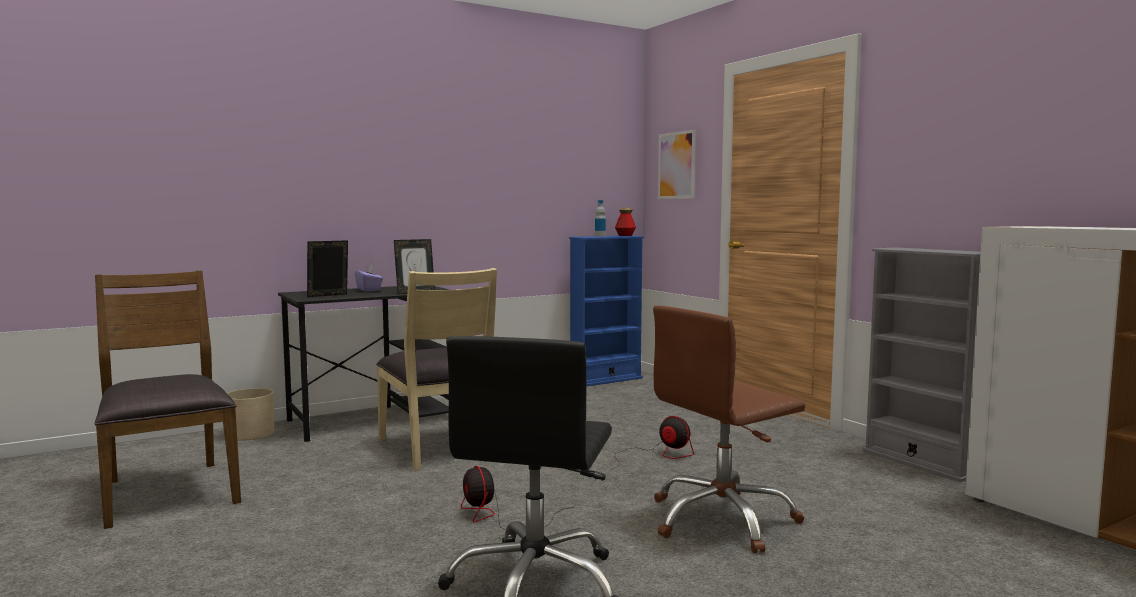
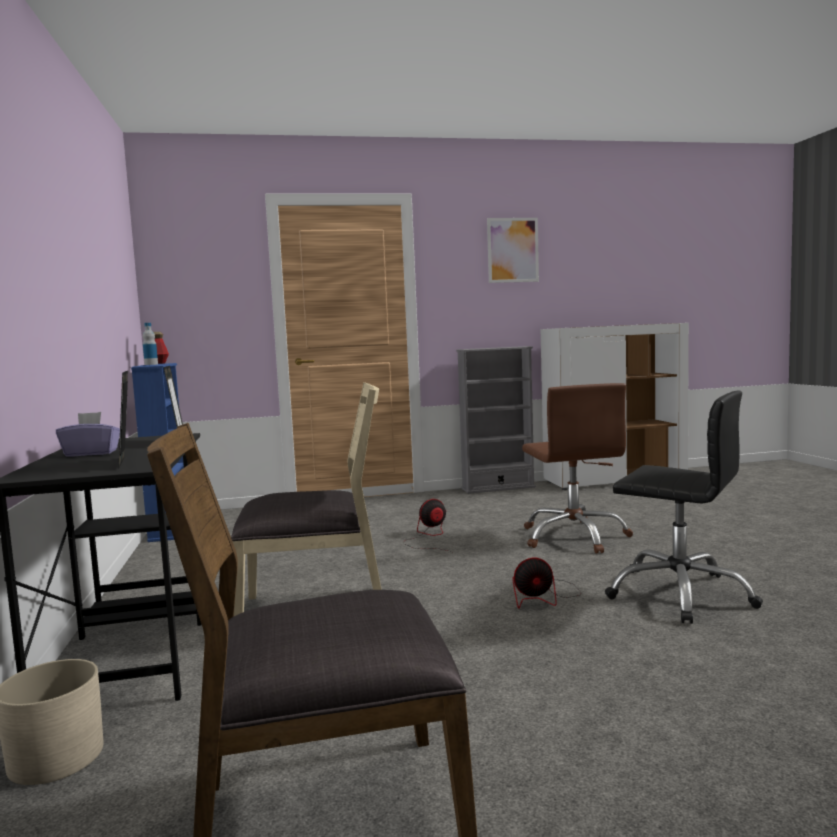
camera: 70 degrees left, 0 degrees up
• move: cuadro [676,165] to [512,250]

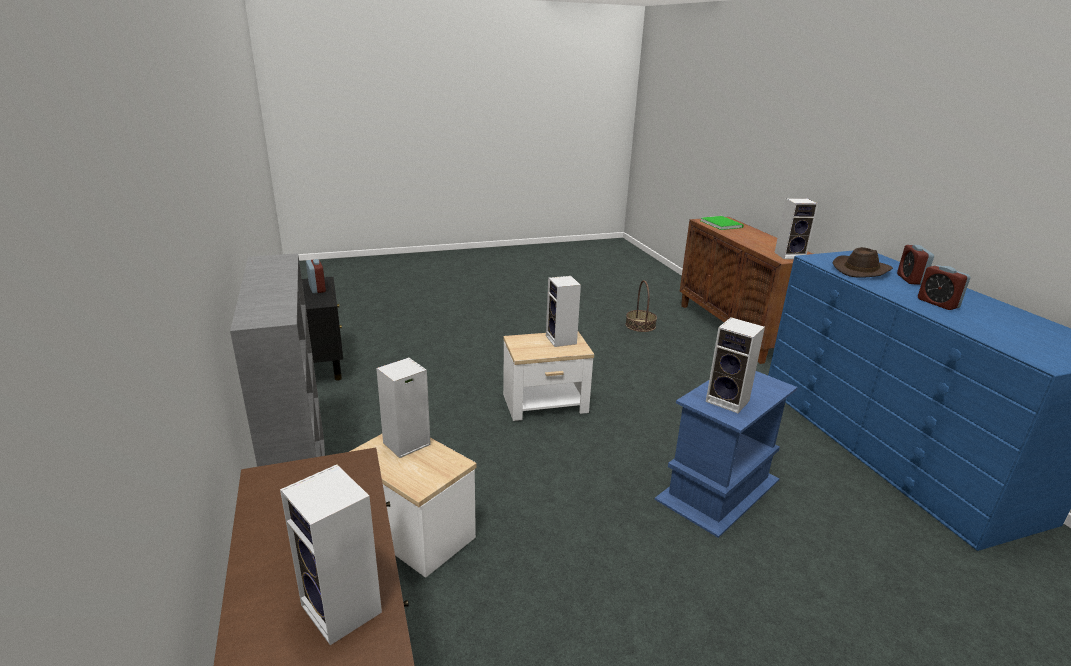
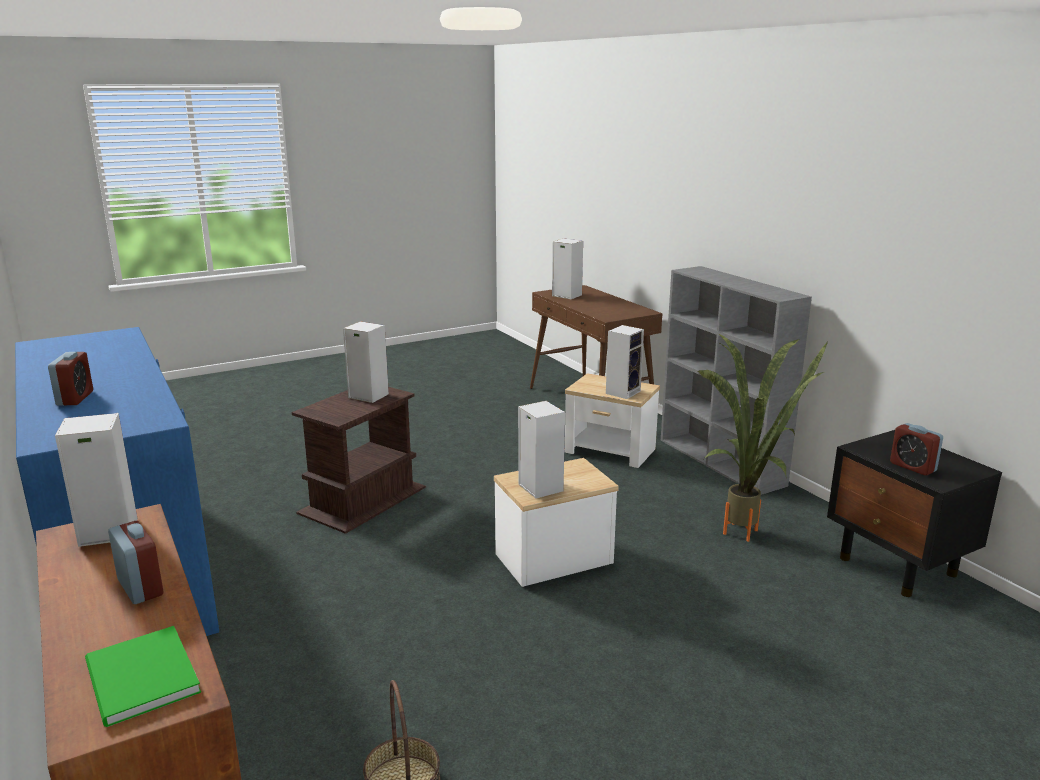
camera: 170 degrees right, 5 degrees down
• move: despertador [937,303] to [140,587]
• recolor: mesa auxiliar/azul [717,490] to mesa auxiliar/marrón [363,499]
• insert: planta en maceta [747,528]
• delete: sombrero/marrón [861,270]

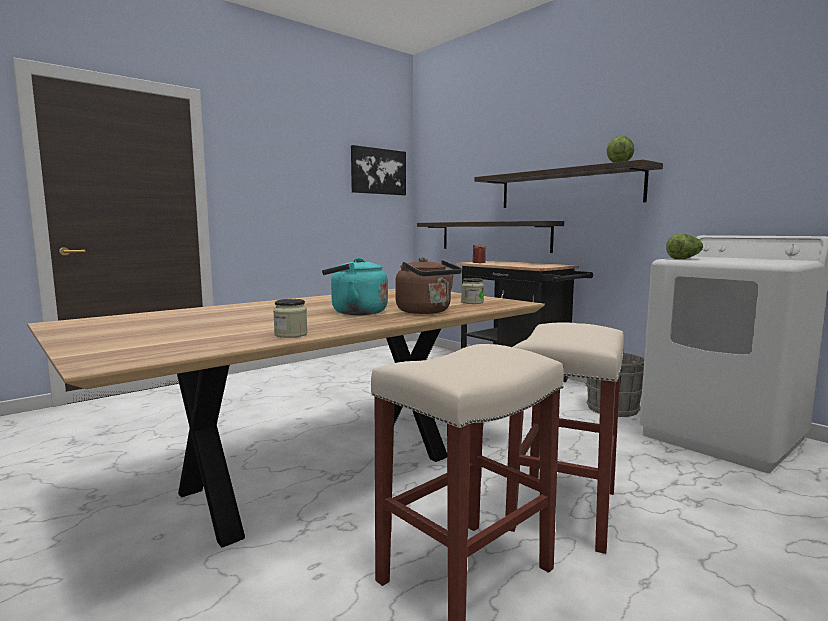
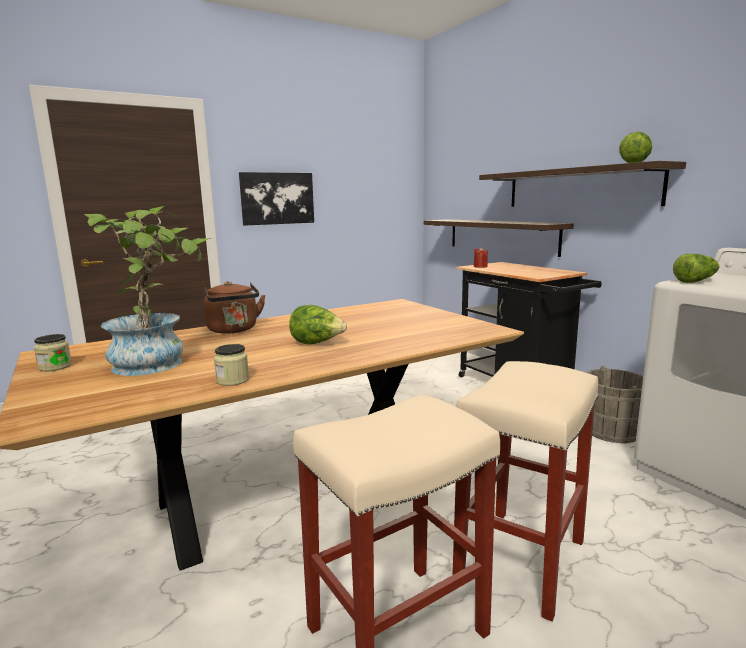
camera: 10 degrees right, 5 degrees up
• move: tarro [472,302] to [55,367]
• insert: planta en maceta [158,362]
• move: hervidor/marrón [426,312] to [234,330]
• move: cuadro [378,171] to [277,198]
• replace: hervidor/turquesa [355,312] to lechuga [317,343]

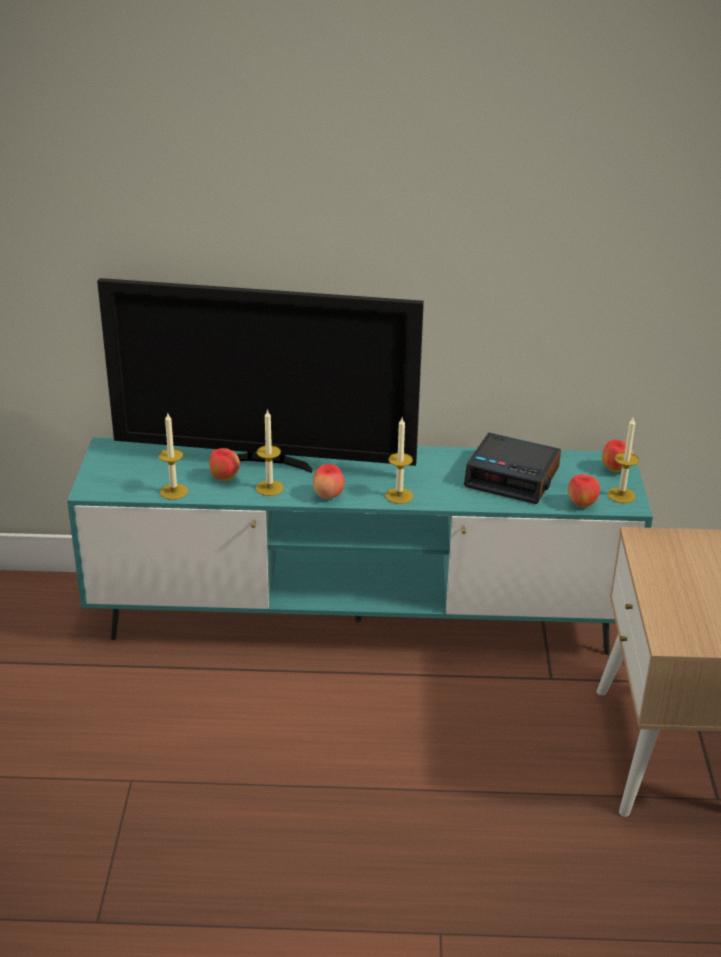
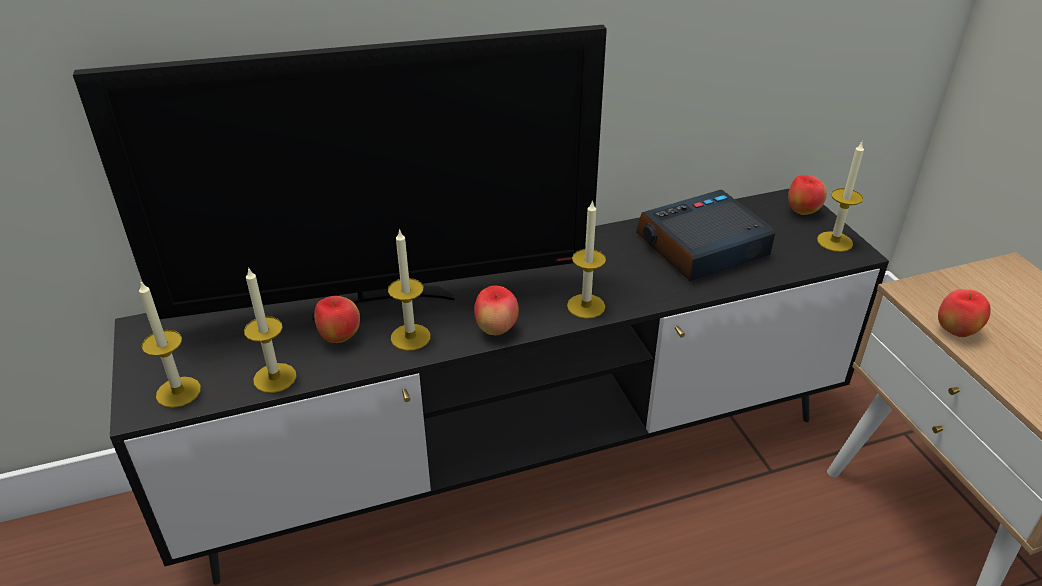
camera: 20 degrees left, 5 degrees up
• recolor: mueble de televisión/turquesa [358,621] to mueble de televisión/negro [519,459]
• insert: vela [178,392]
• rotate: despertador [513,477] = [701,247] 150 degrees clockwise
• move: manzana [582,504] to [956,331]

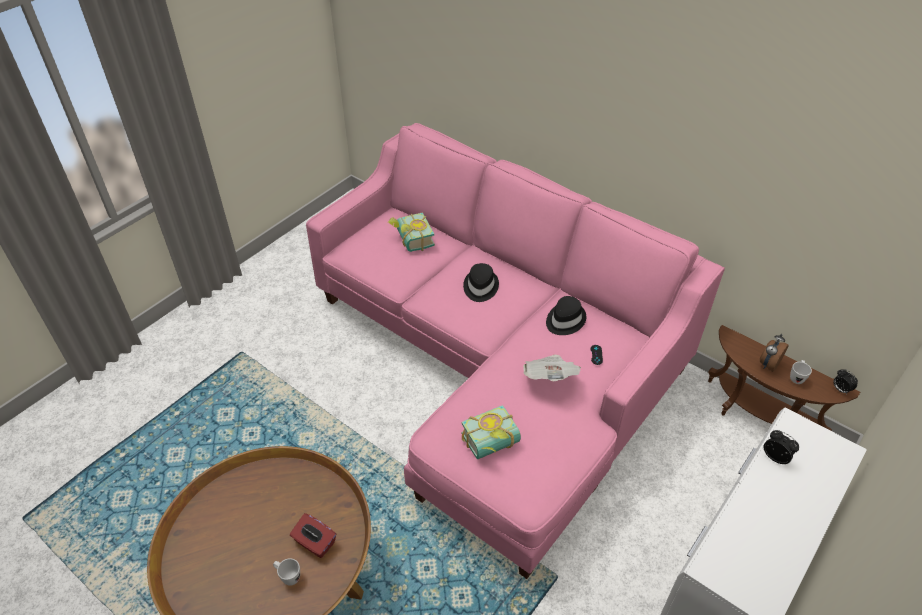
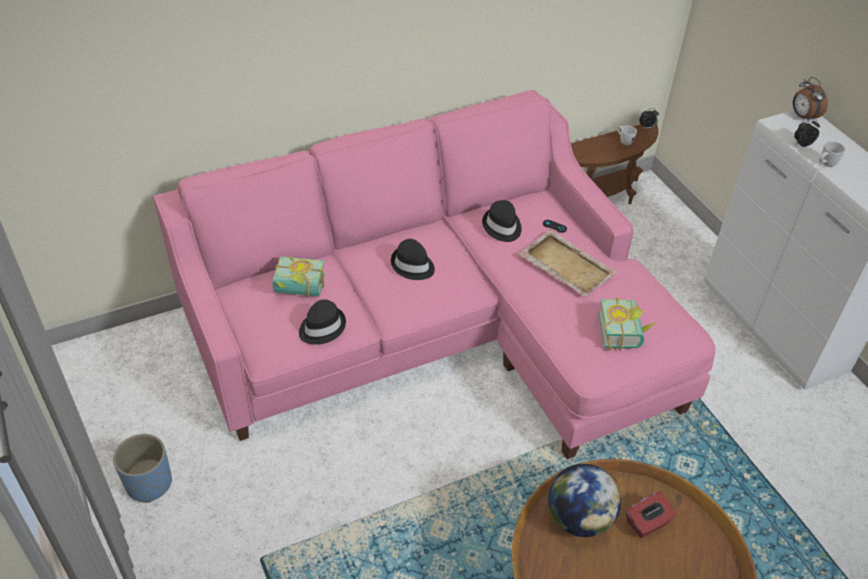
camera: 65 degrees left, 0 degrees up
• insert: maceta/azul [149,483]
• insert: sombrero/negro [321,327]
• replace: periódico [550,378] to bandeja/beis [566,265]
• insert: globo terráqueo [579,518]
• move: despertador [768,364] to [803,117]
• move: taza grande/blanco [288,577] to [825,165]

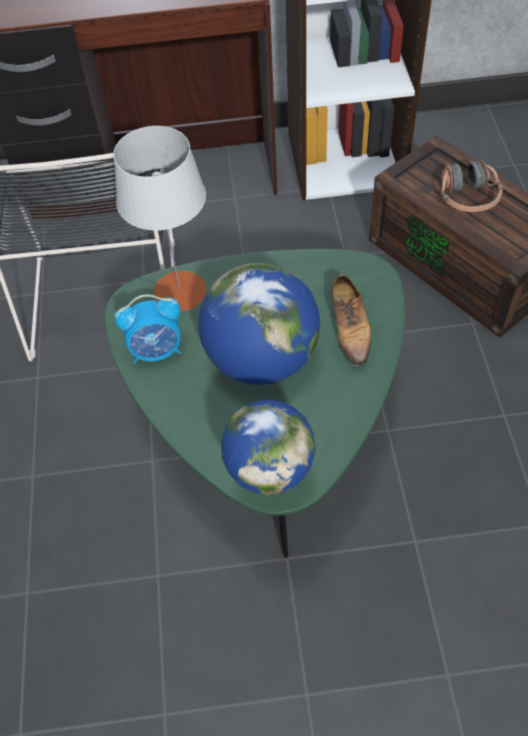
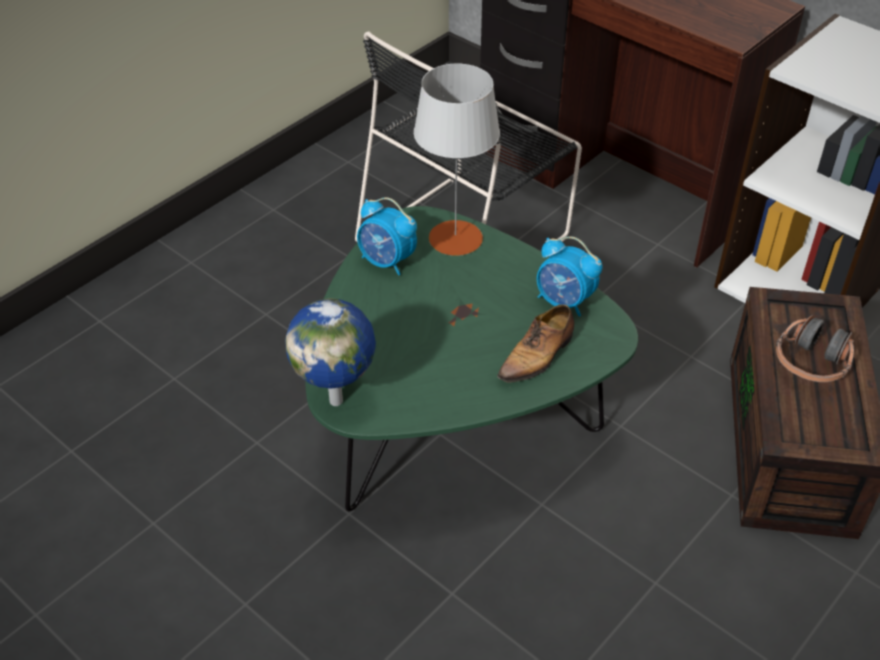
camera: 45 degrees right, 10 degrees down
• insert: despertador [564,302]
• delete: globo terráqueo [262,359]

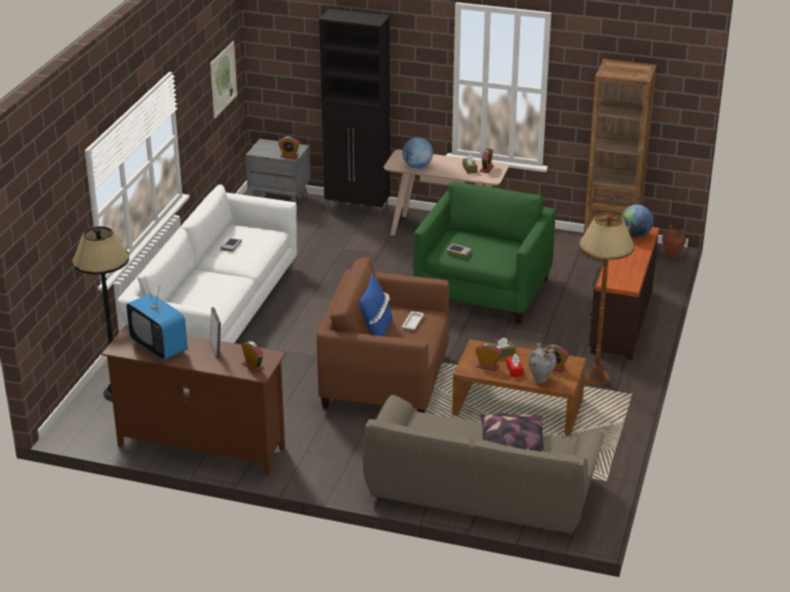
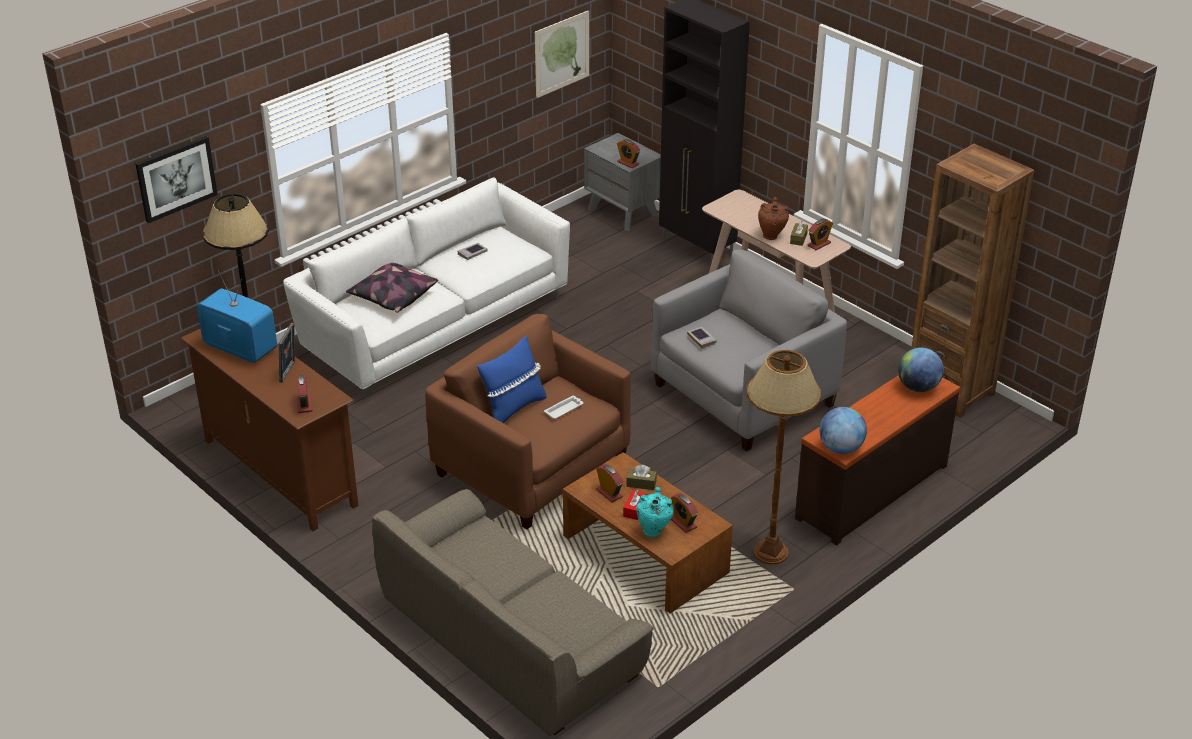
camera: 30 degrees right, 5 degrees up
• insert: cuadro [176,178]
• rotate: televisor [159,346] = [240,348] 135 degrees clockwise
• move: cojín [510,445] to [392,297]
• recolor: florero/gris [540,378] to florero/turquesa [654,531]
• recolor: sillón/verde [483,291] to sillón/gris [743,395]
• move: florero/marrón [672,255] to [771,236]
• move: globo terráqueo [417,166] to [841,448]

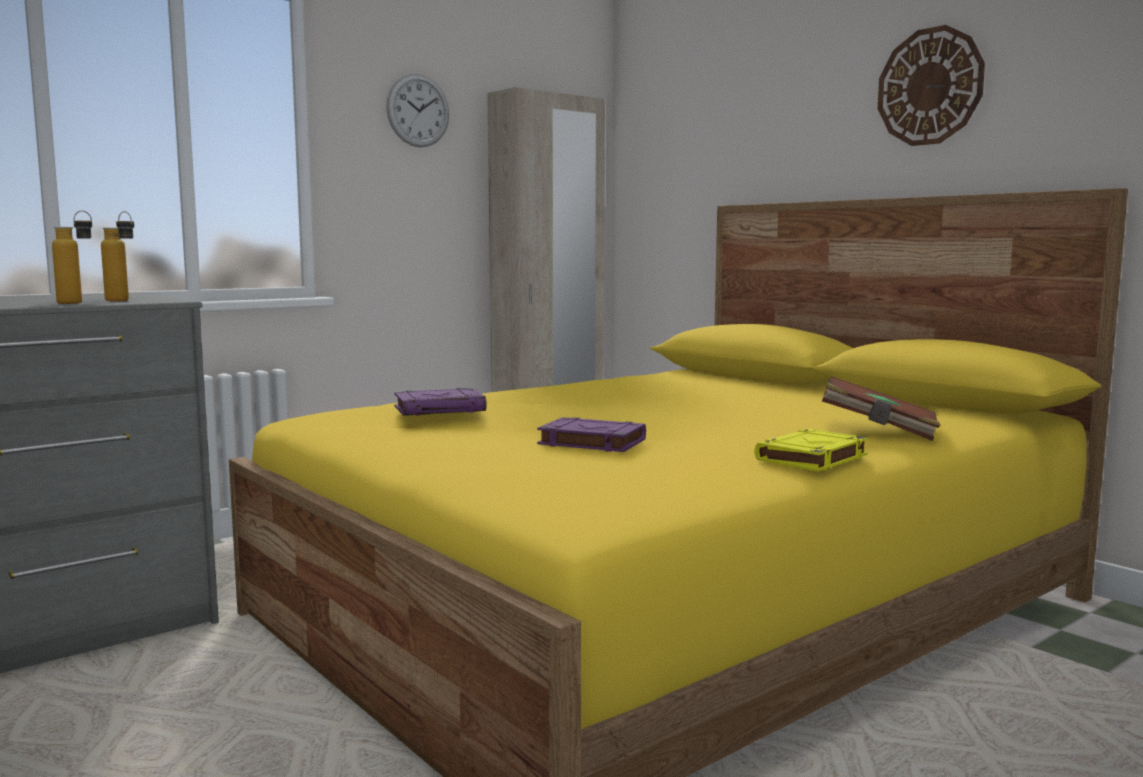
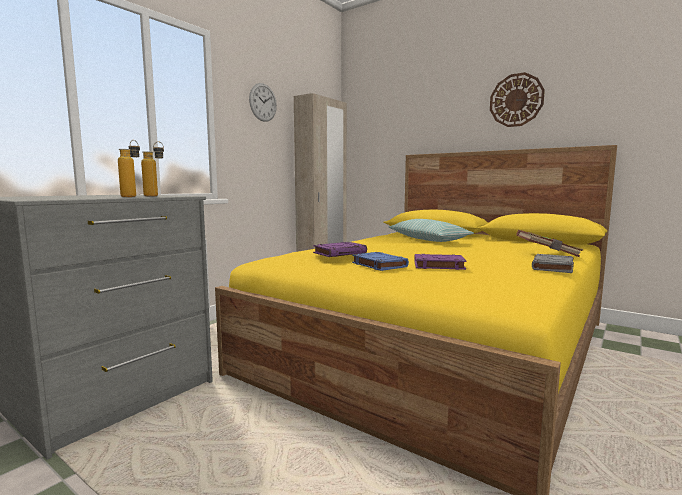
camera: 15 degrees left, 0 degrees up
• insert: libro/azul [378,265]
• insert: cojín [427,239]
• recolor: libro/amarillo [811,458] to libro/gris [552,267]

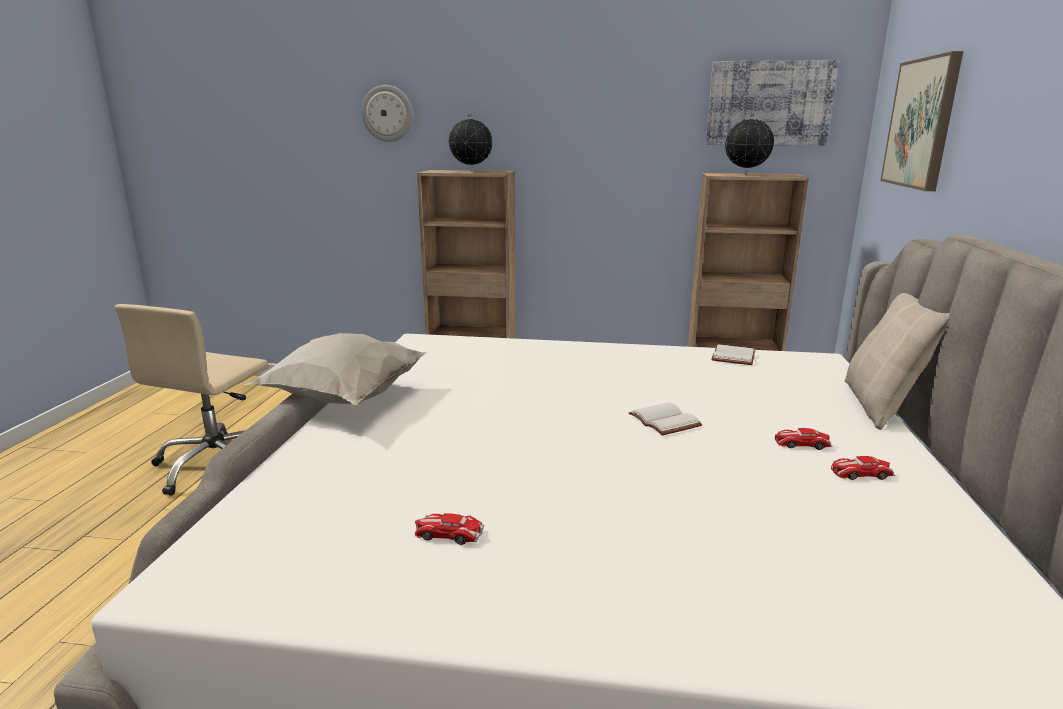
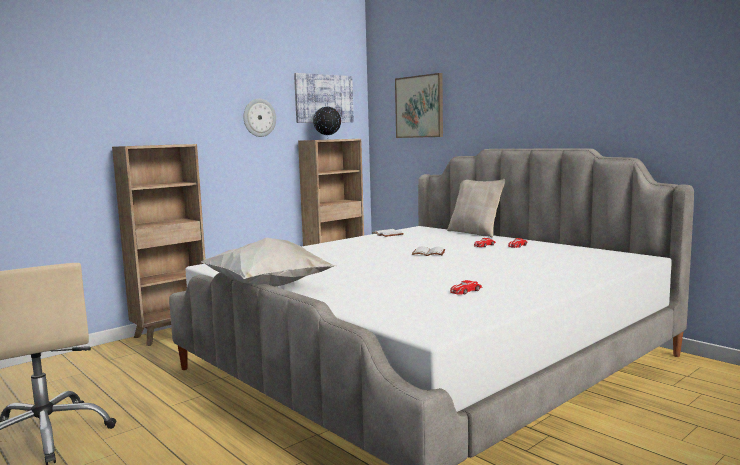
camera: 50 degrees left, 10 degrees down
• move: reloj de pared [387,113] to [259,117]
• delete: globo terráqueo [471,171]

